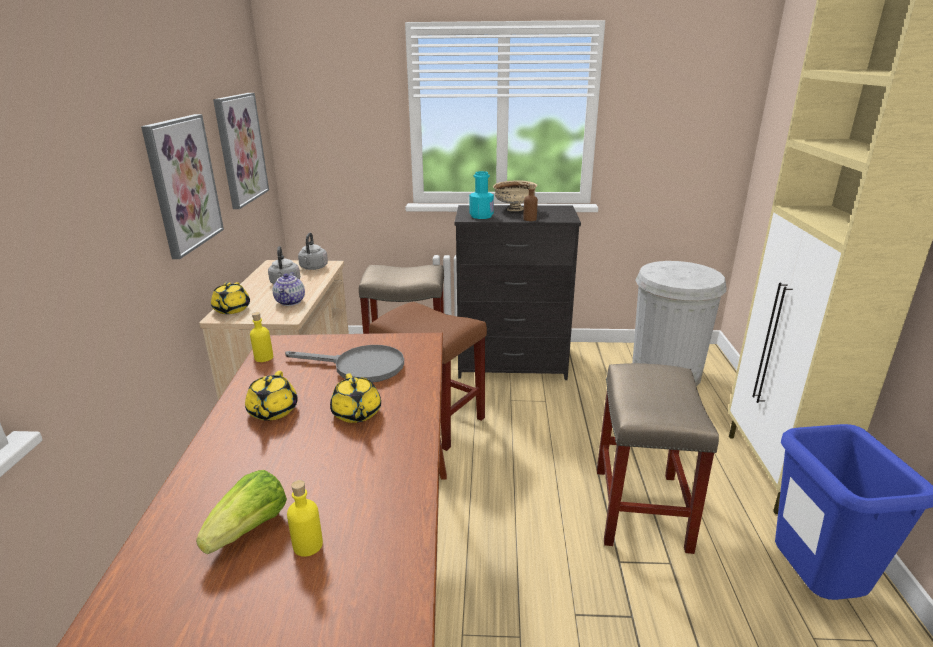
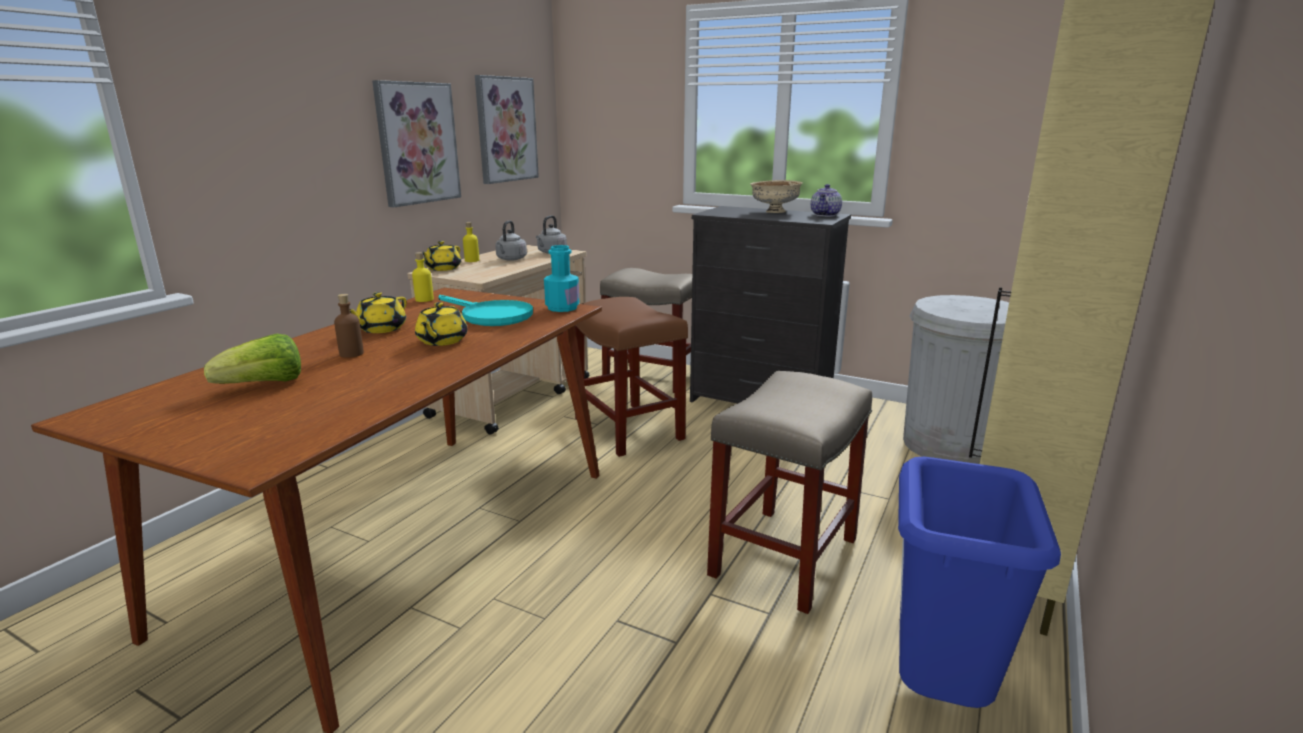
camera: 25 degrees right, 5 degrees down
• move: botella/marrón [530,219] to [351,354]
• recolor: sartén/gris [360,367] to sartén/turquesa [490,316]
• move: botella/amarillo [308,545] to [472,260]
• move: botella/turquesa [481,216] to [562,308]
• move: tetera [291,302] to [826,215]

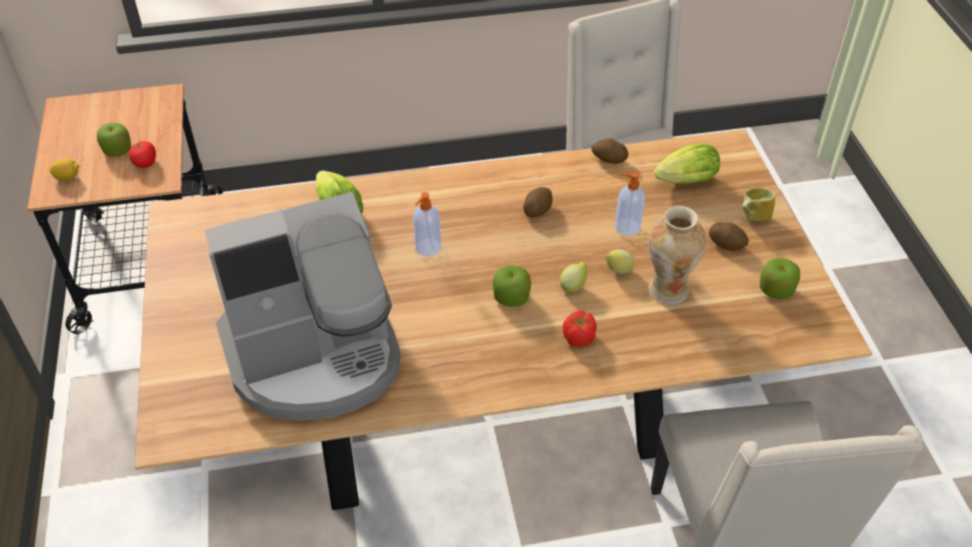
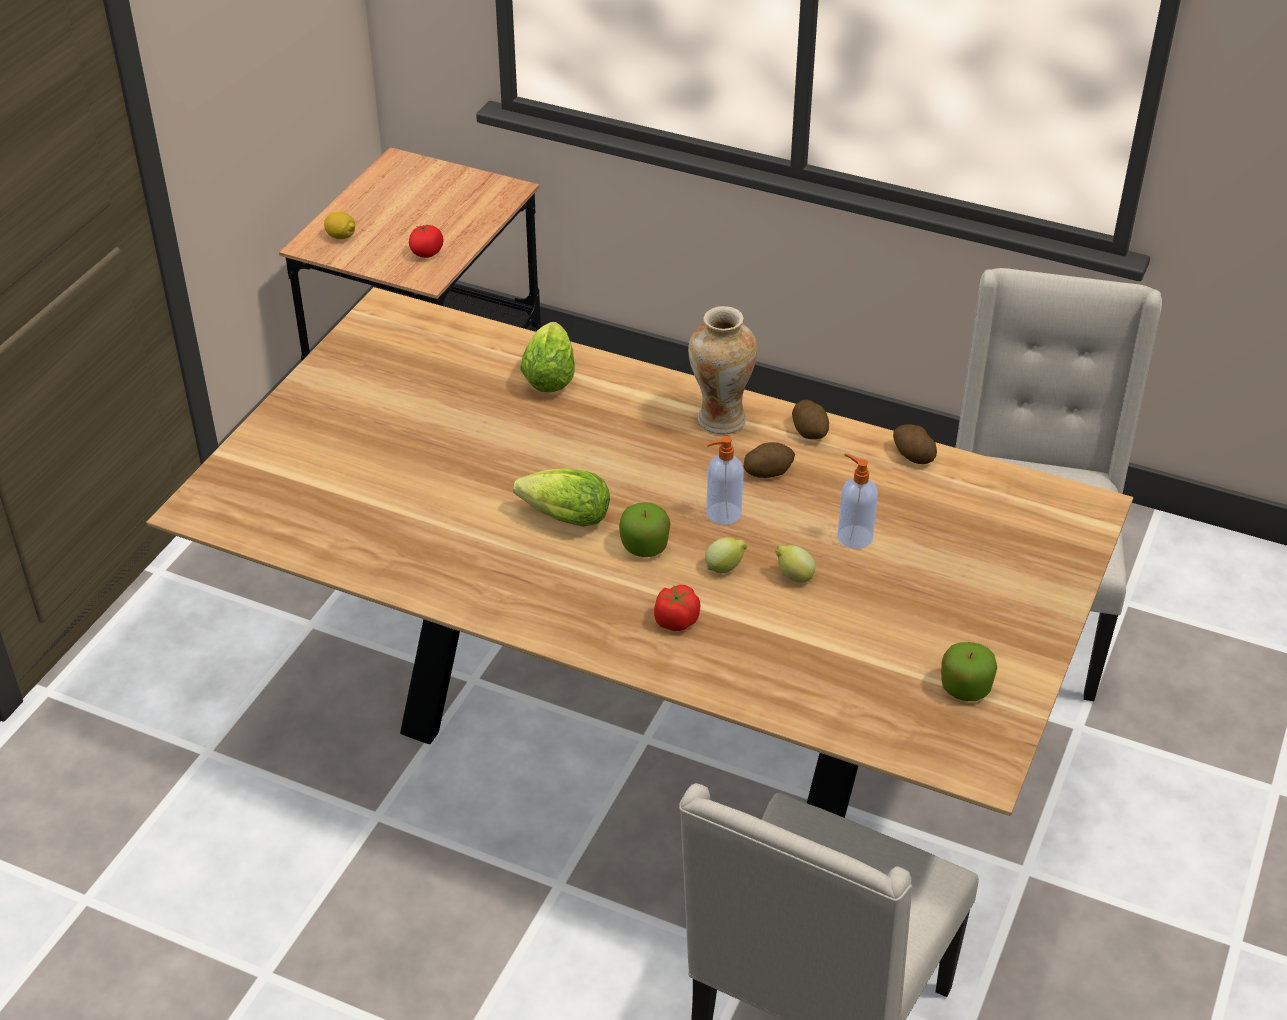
camera: 35 degrees right, 5 degrees down
• move: lechuga [683,182] to [561,517]
• move: florero [667,290] to [719,419]
• move: dispensador de jabón [427,248] to [722,514]
• move: patata [726,244] to [810,431]
• delete: manzana [117,150]
• delete: cafetera [315,356]
• delete: taza grande [752,217]

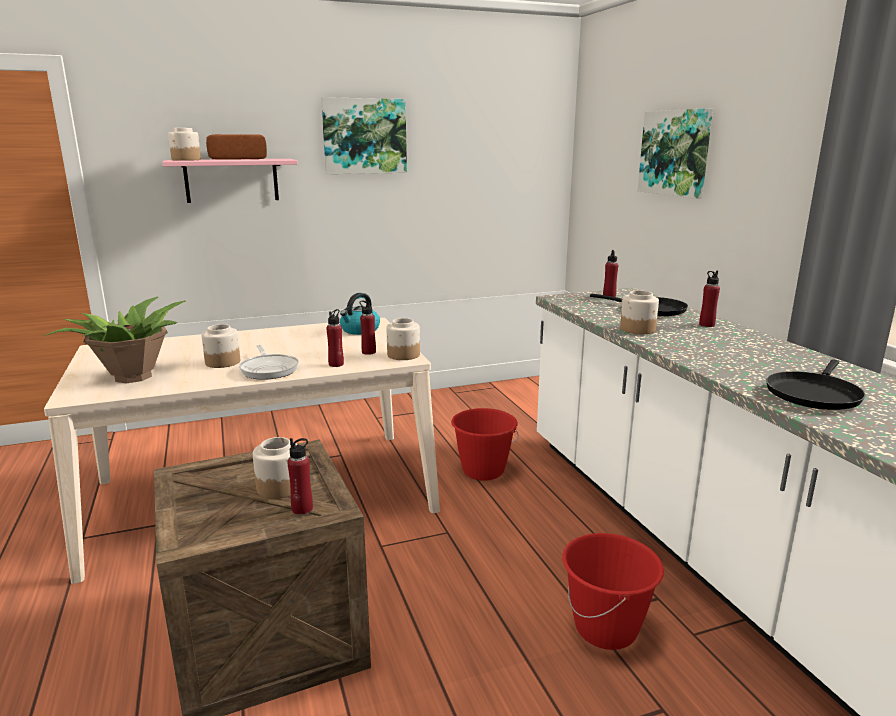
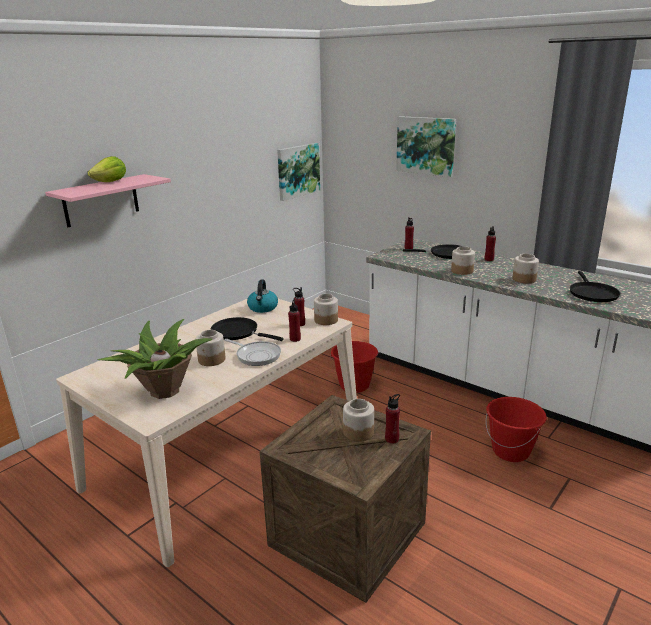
camera: 30 degrees left, 5 degrees up
• replace: pan [238,159] to lechuga [111,182]
• insert: sartén/negro [238,332]
• move: cuadro [364,136] to [298,171]
• move: tarro [186,160] to [524,279]

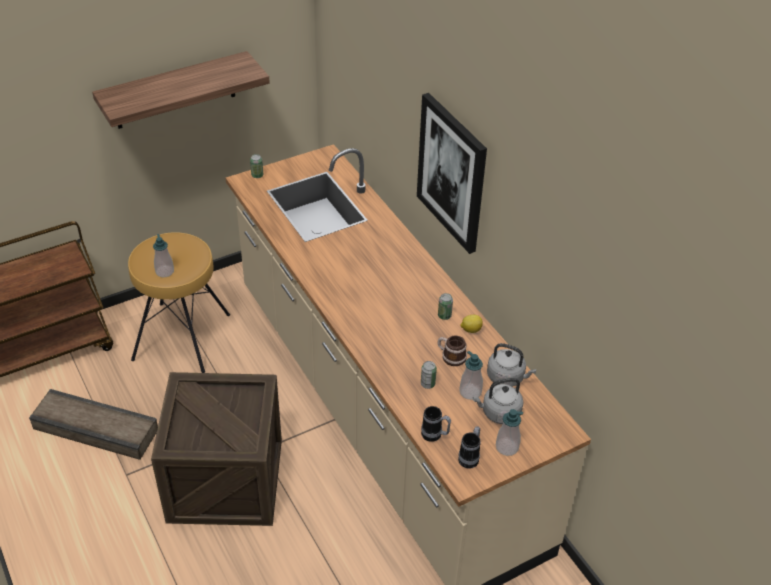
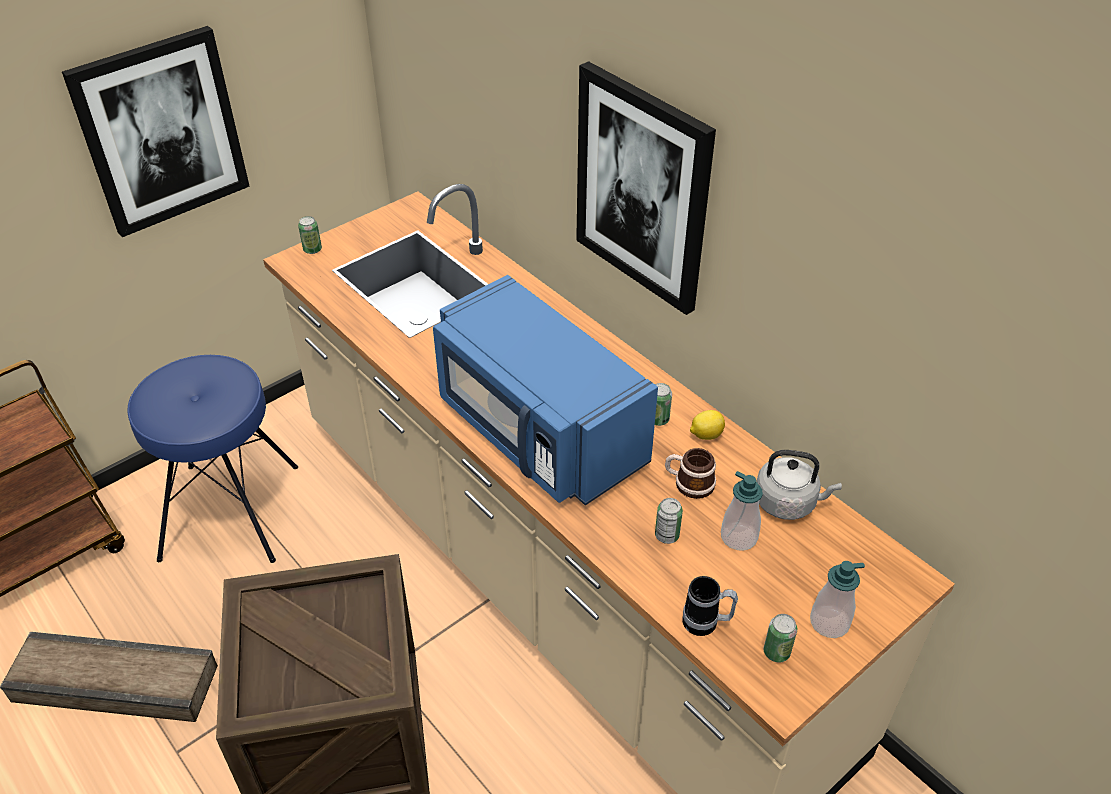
camera: 10 degrees left, 0 degrees up
• replace: estante [174,91] to cuadro [161,132]
• recolor: taburete/marrón [182,337] to taburete/azul [231,511]
• insert: microondas/azul [538,431]
• replace: taza grande [470,457] to lata [776,652]
• delete: dispensador de jabón [164,271]
• delete: hervidor/gris [499,413]

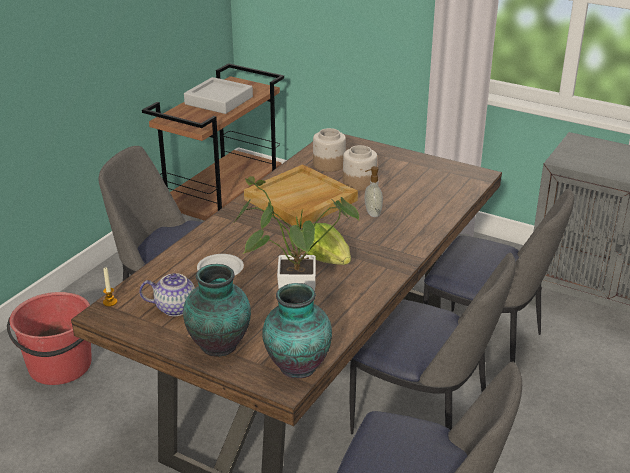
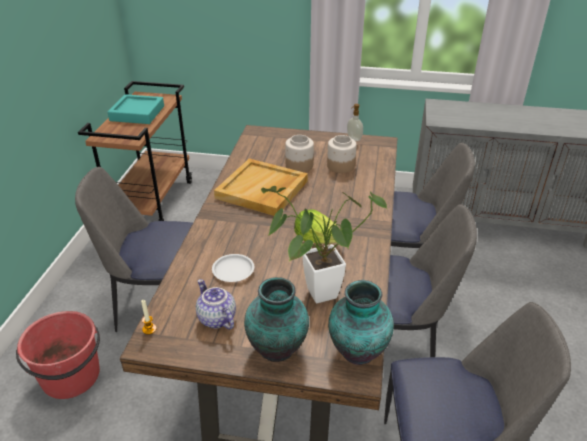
camera: 20 degrees left, 5 degrees up
• recolor: bandeja/gris [219,100] to bandeja/turquesa [137,113]
• rotate: tetera [176,307] = [216,319] 105 degrees counterclockwise
• move: tarro [328,164] to [340,166]
• move: dispensador de jabón [372,213] to [353,139]

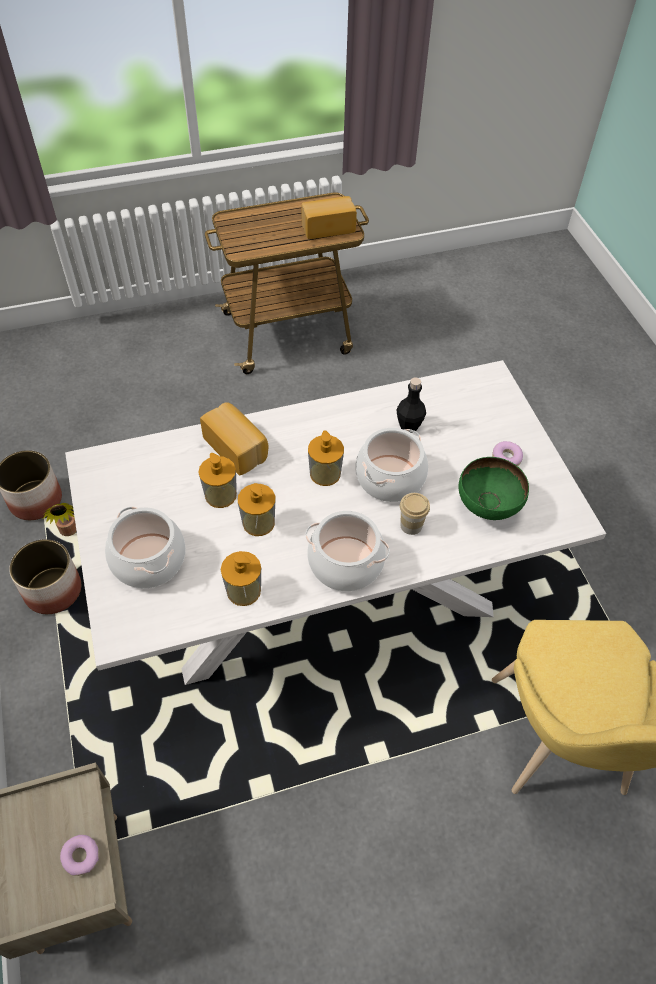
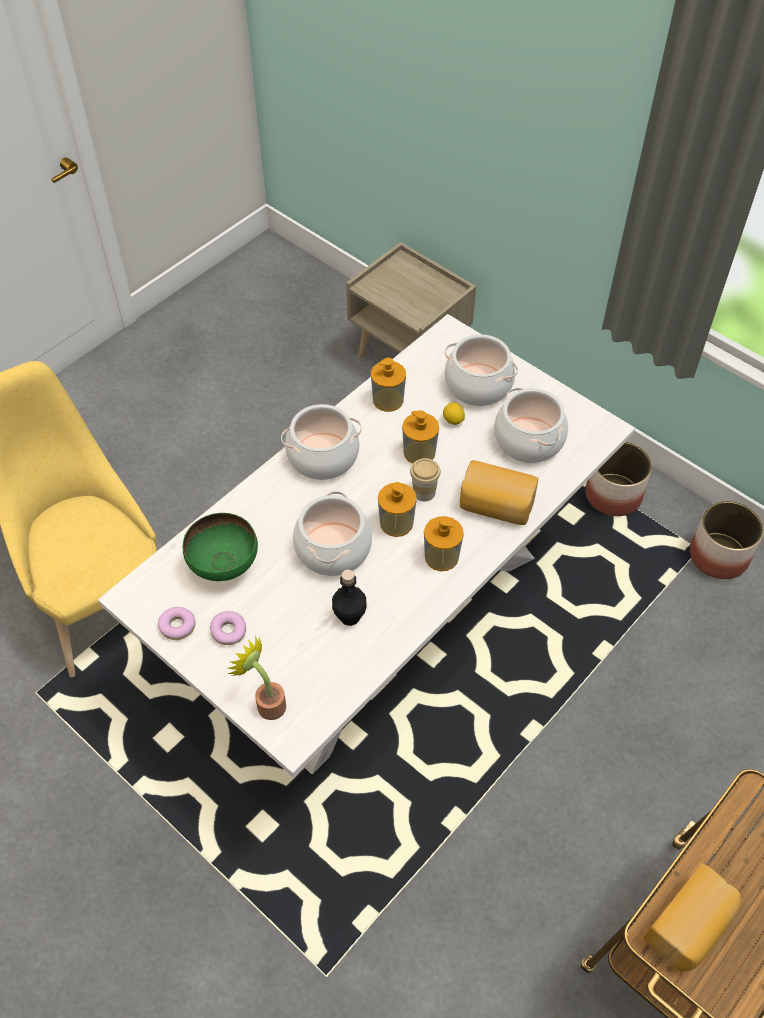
camera: 150 degrees right, 0 degrees up
• move: rosquilla [81,857] to [177,626]
• move: planta en maceta [69,532] to [267,703]
• move: taza [411,525] to [424,492]
• move: dispensador de jabón [220,495] to [441,557]
• insert: limón [453,420]
• insert: olla [529,440]

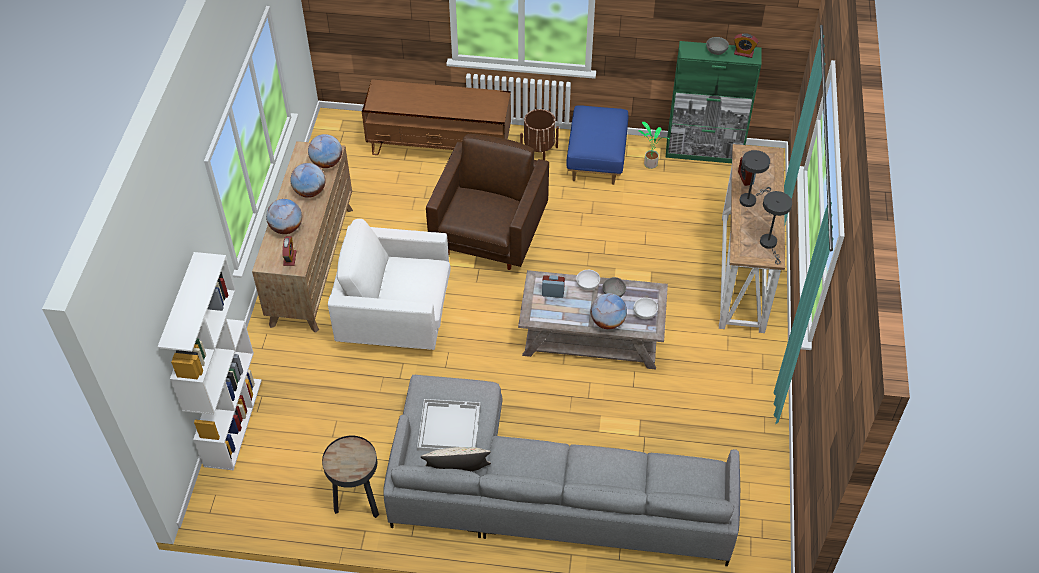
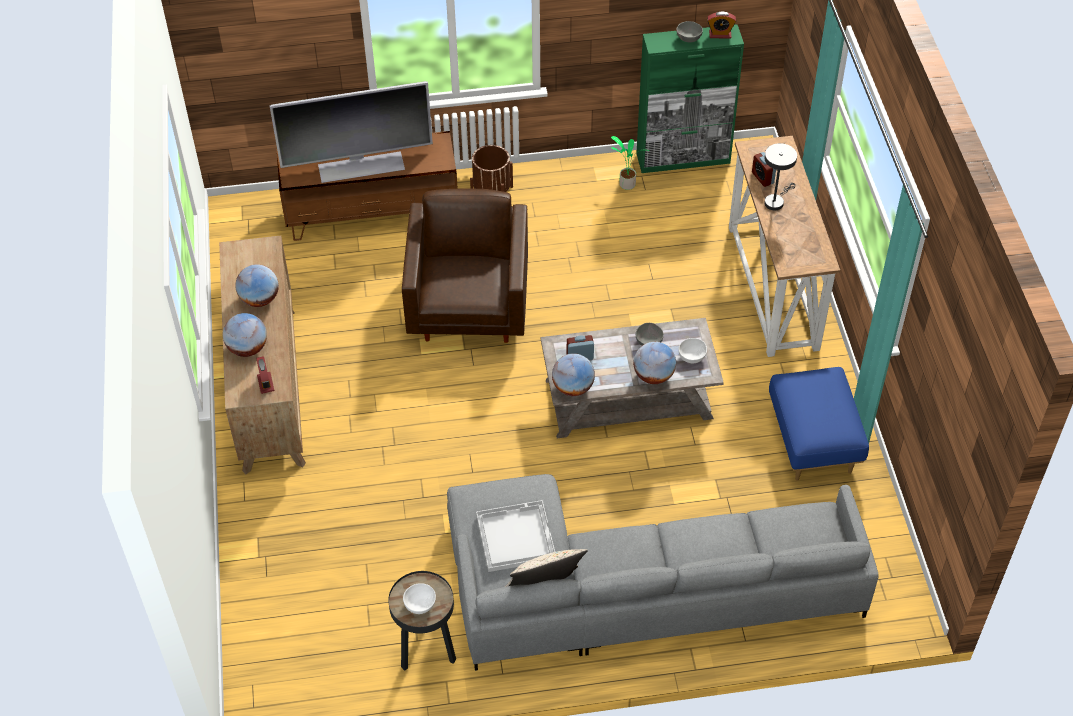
camera: 15 degrees left, 0 degrees up
• insert: televisor [360,166]
• move: cuenco/blanco [588,285] to [421,605]
• move: globo terráqueo [327,163] to [573,388]
• move: puf/azul [596,160] to [814,442]
• delete: estantería/blanco [232,422]
• delete: sillón/blanco [396,317]
• delete: lámpara de mesa/gris [769,244]

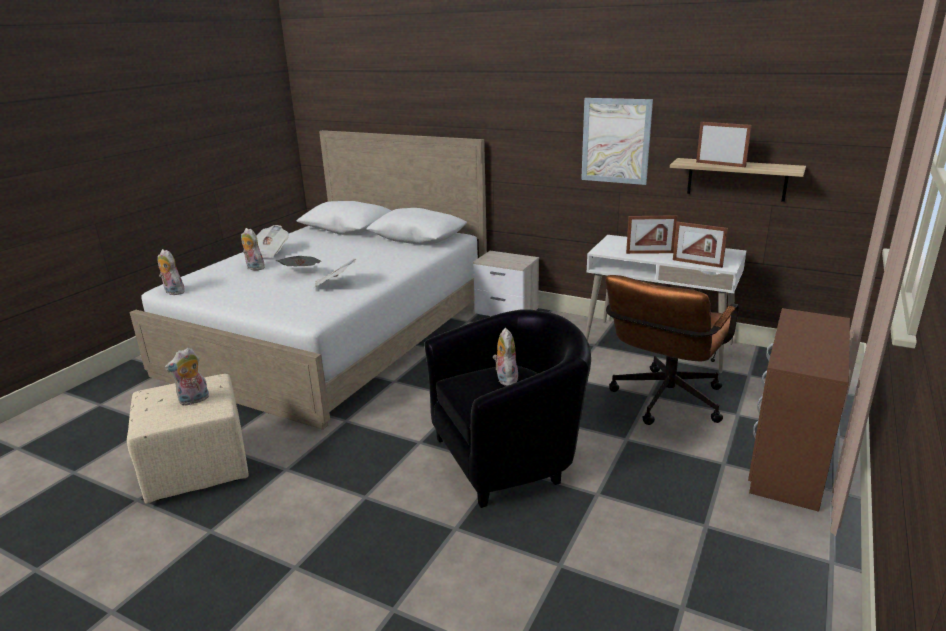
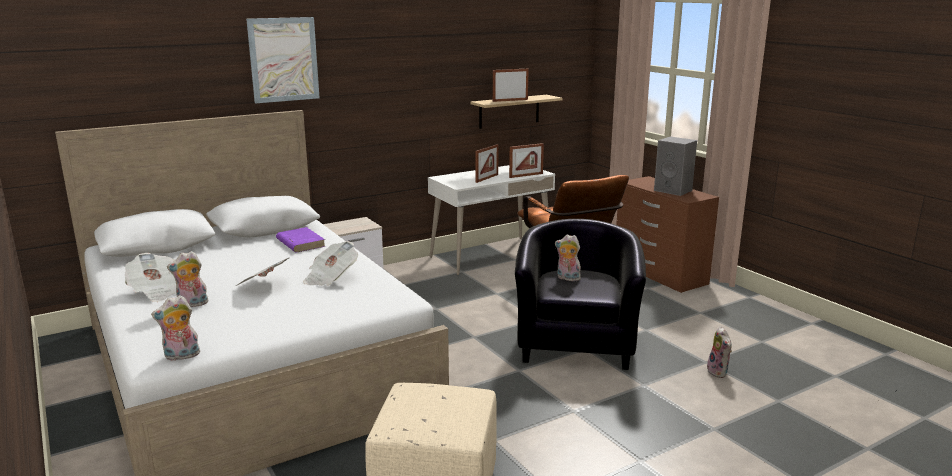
camera: 60 degrees left, 5 degrees down
• move: cuadro [616,141] to [283,59]
• insert: libro/morado [300,243]
• insert: altavoz/gris [674,190]
• move: peluche [194,400] to [719,372]

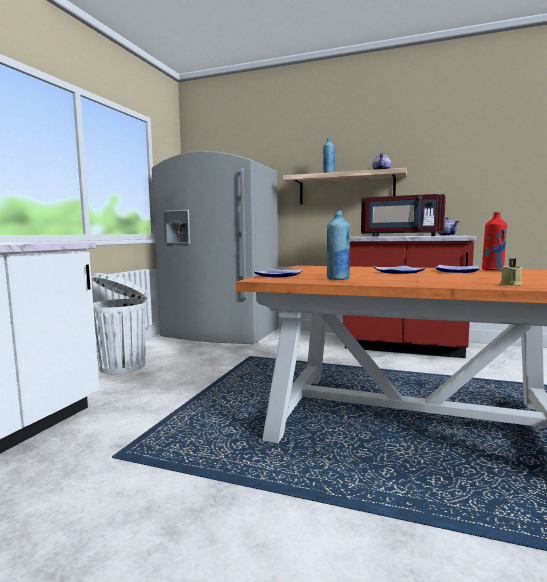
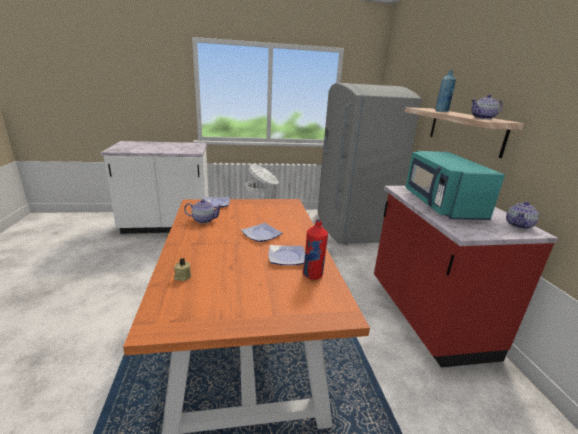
camera: 60 degrees right, 15 degrees up
• replace: botella/azul [337,278] to tetera [203,220]
• recolor: microondas/rojo [401,236] to microondas/turquesa [440,205]

